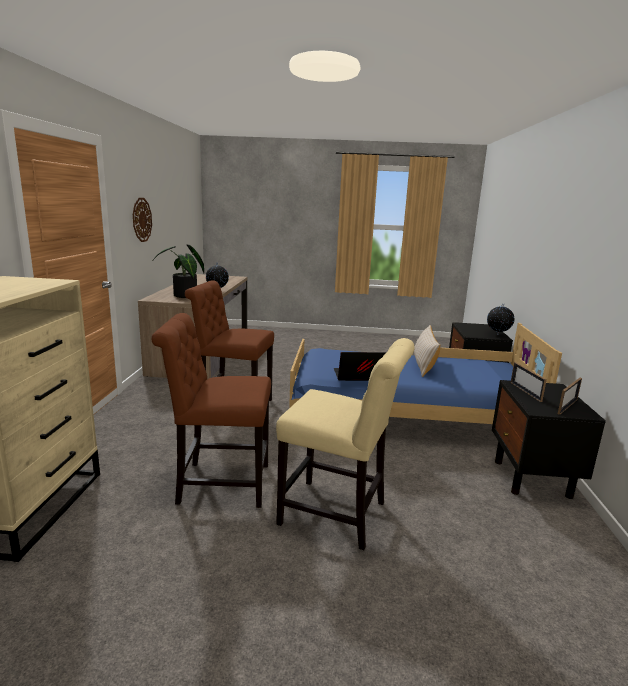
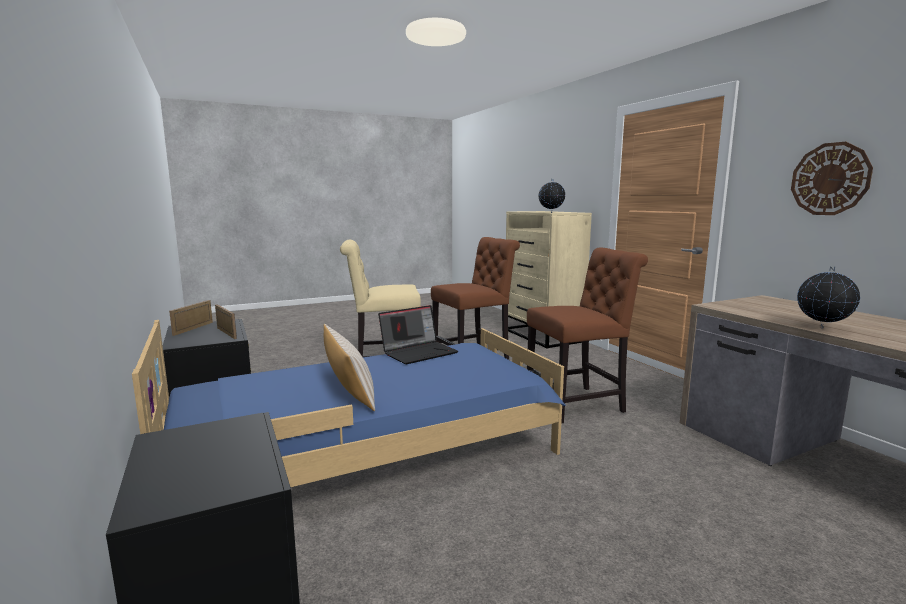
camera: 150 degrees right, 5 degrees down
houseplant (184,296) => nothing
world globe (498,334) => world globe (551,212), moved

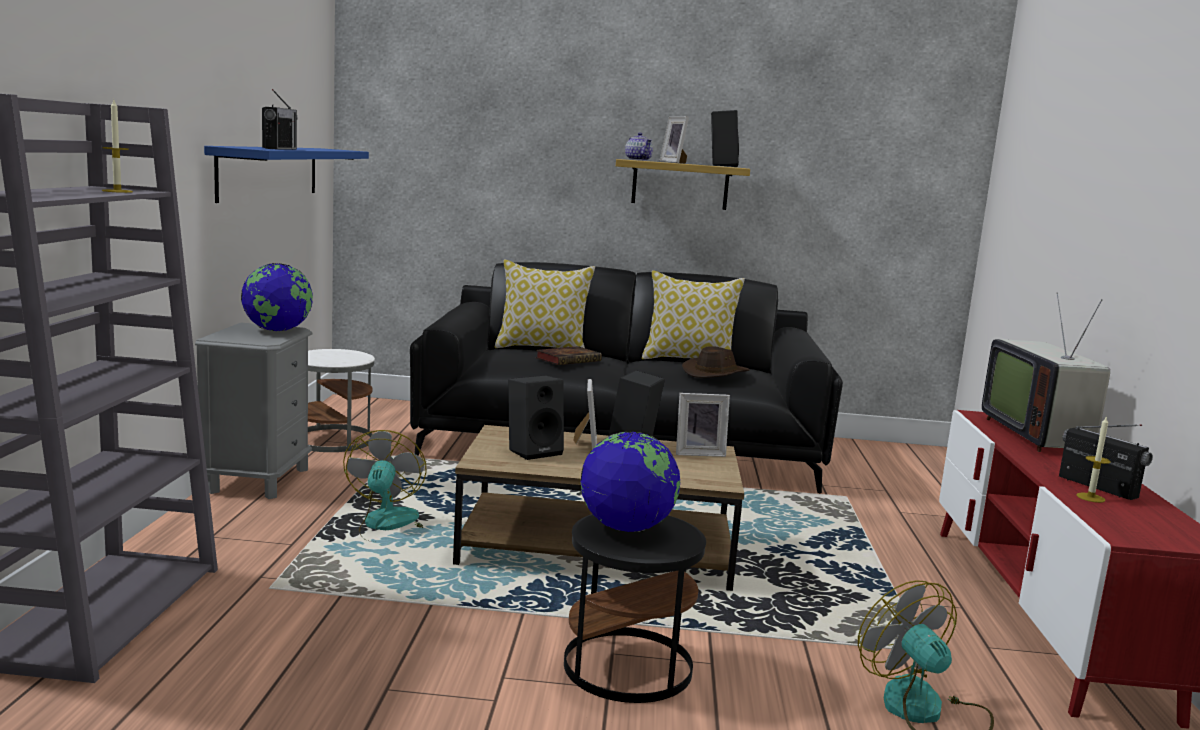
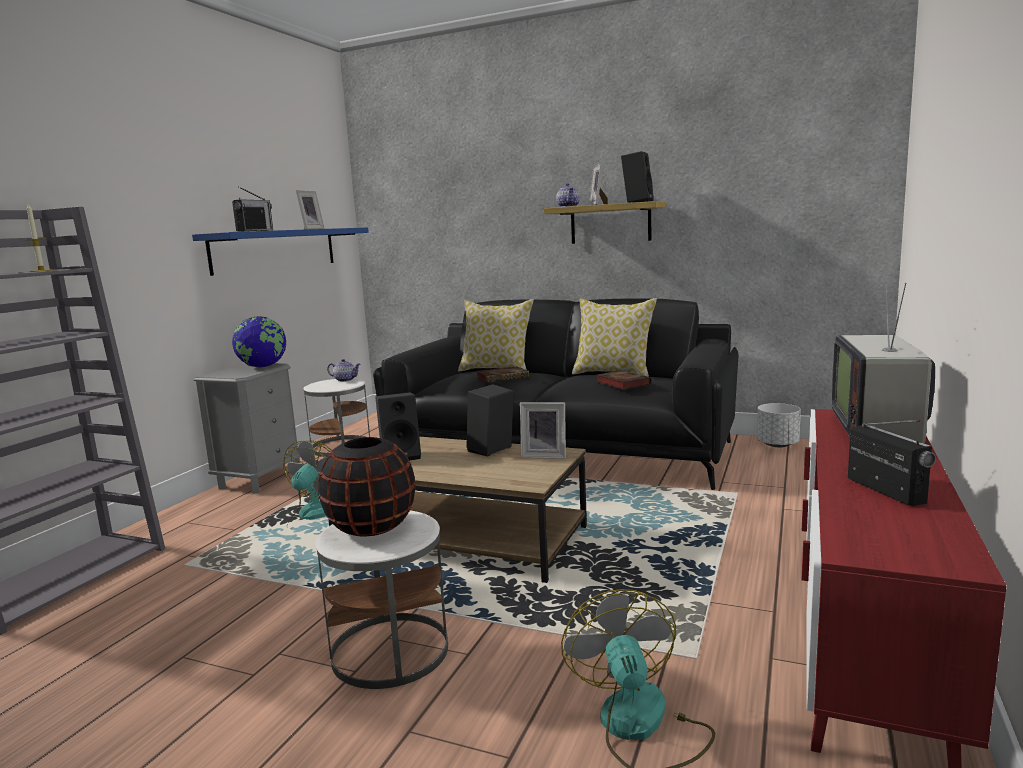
camera: 20 degrees right, 0 degrees up
wax candle (1090,497) => nothing
nothing => tea pot (345,380)
nothing => whitish flower pot (778,444)
picture frame (584,444) => picture frame (310,229), moved
world globe (626,528) => blackish flower vase (371,527)
brown-coloured hat (716,373) => book (621,383)
blackish side table (628,666) => whitish side table (391,651)

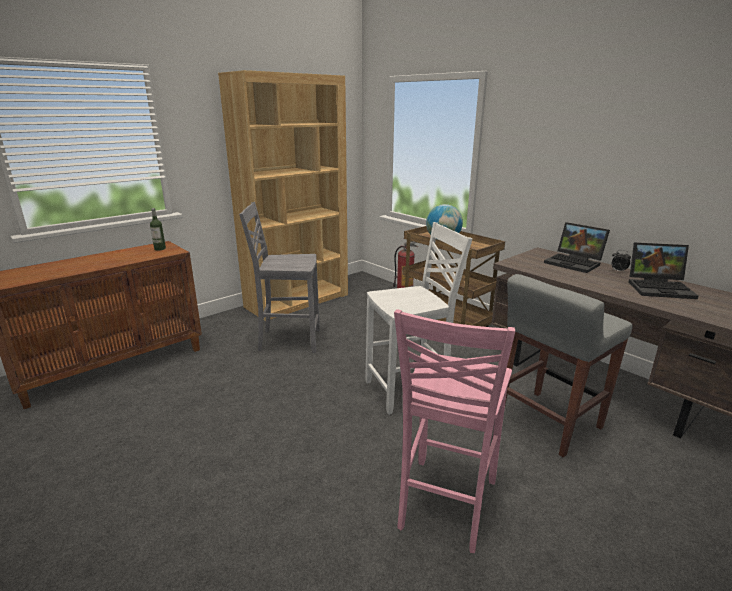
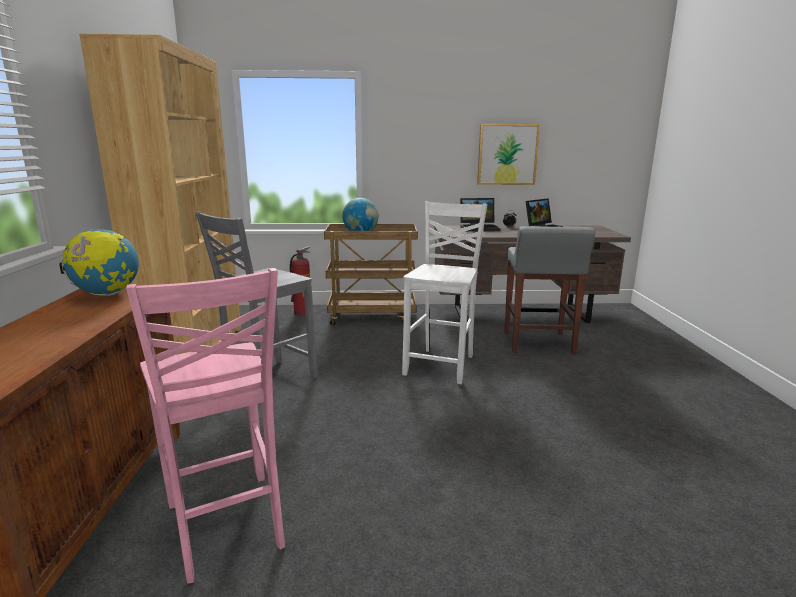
camera: 50 degrees left, 5 degrees down
nothing => wall picture (507,154)
pink chair (444,504) => pink chair (226,527), moved
beverage bottle (160,249) => world globe (107,294)

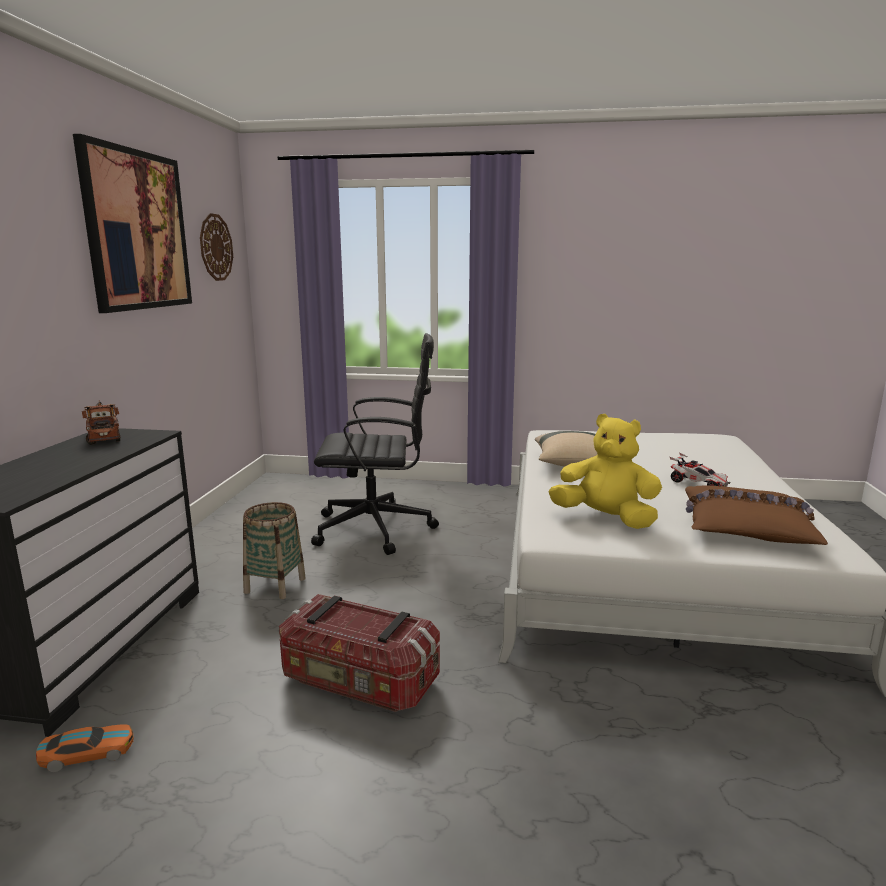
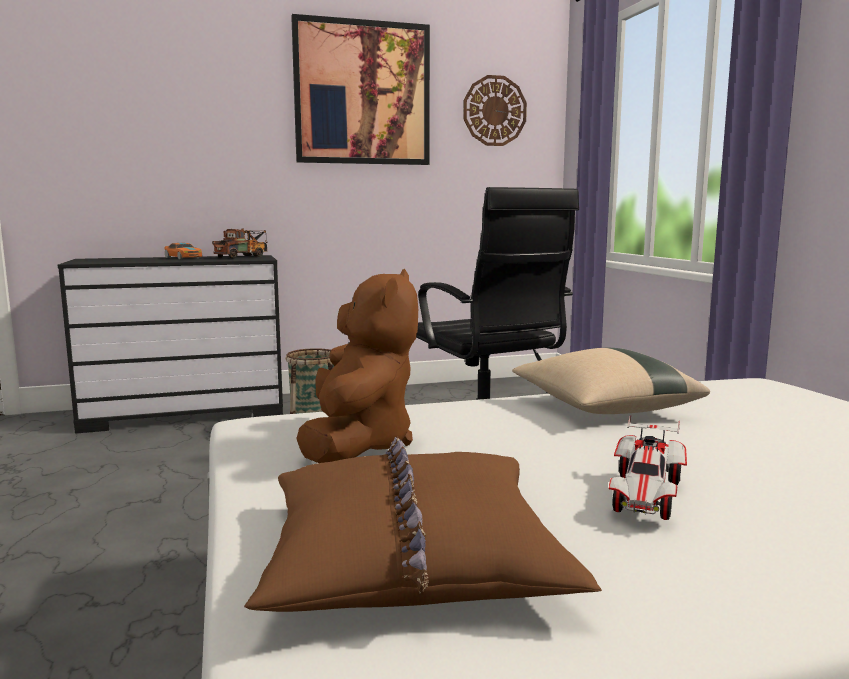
camera: 65 degrees right, 5 degrees down
storage bin (358,682) => nothing
model car (88,753) => model car (183,258), moved
yellow plush toy (605,518) => brown-coloured plush toy (357,445)

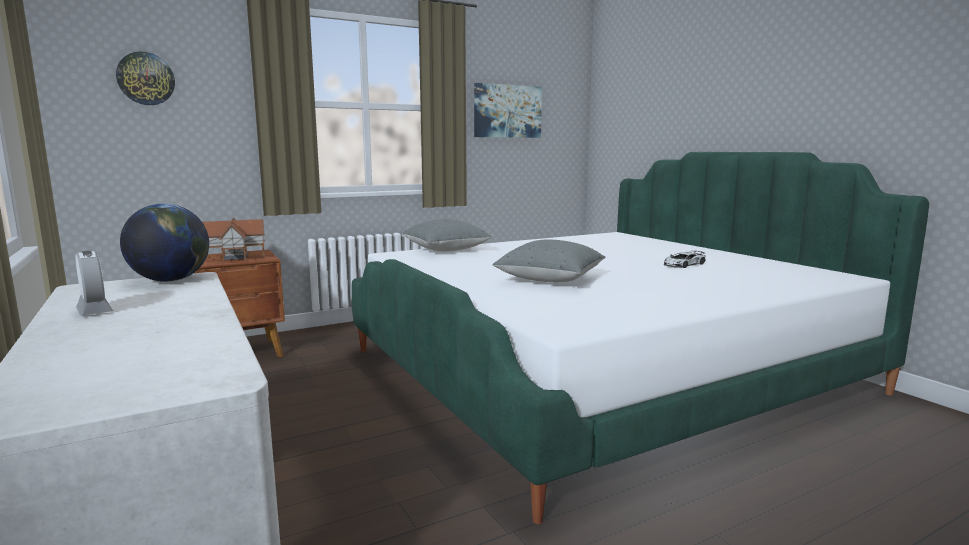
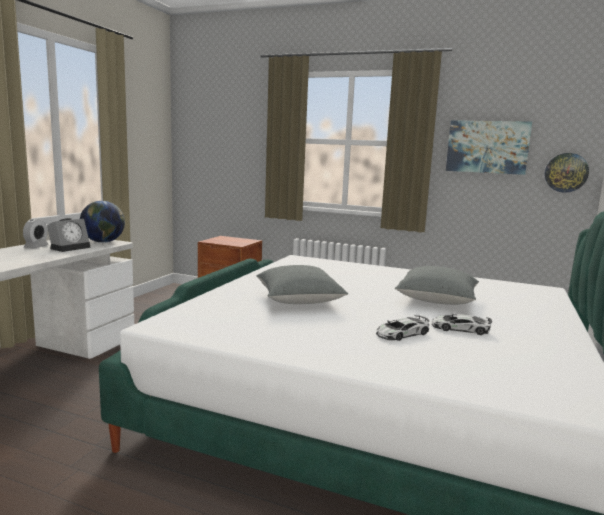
camera: 50 degrees right, 0 degrees up
toy house (236,257) => nothing
nothing => bedside clock (70,247)
nothing => model car (402,334)
wall clock (146,79) => wall clock (566,172), moved
greyish pillow (446,250) => greyish pillow (436,300), moved

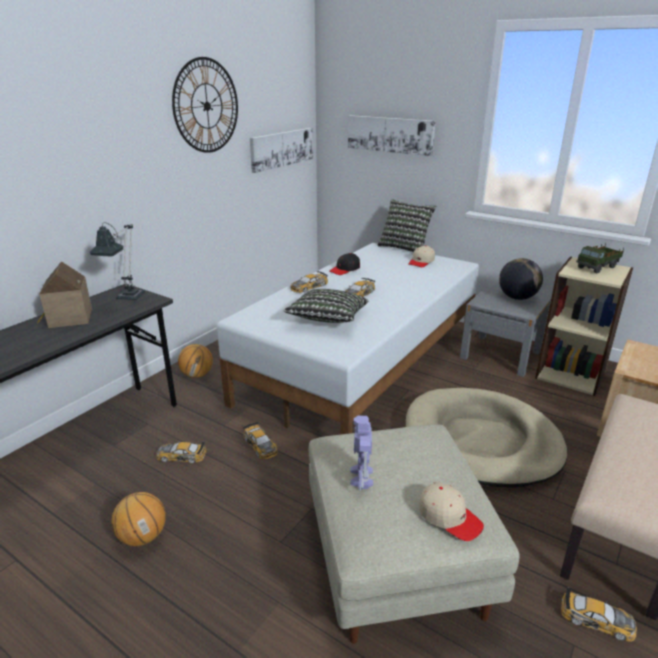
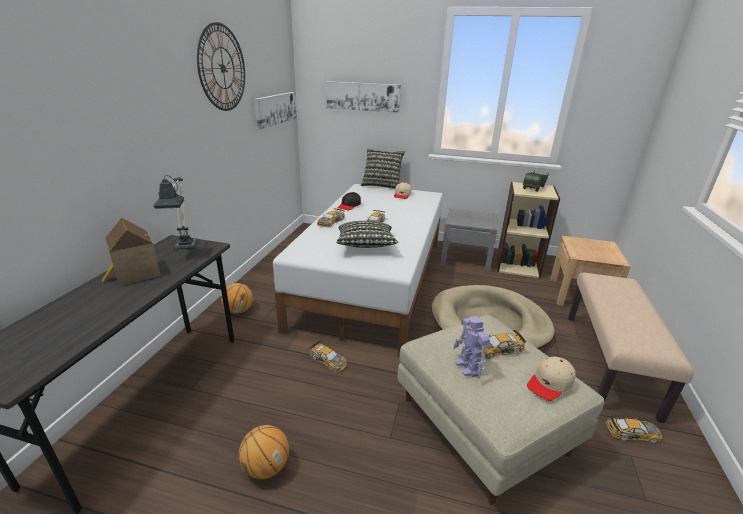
camera: 20 degrees left, 0 degrees up
world globe (517,298) => nothing
model car (181,456) => model car (496,349), moved
beige-coloured baseball cap (449,517) => beige-coloured baseball cap (550,383), 120 degrees clockwise

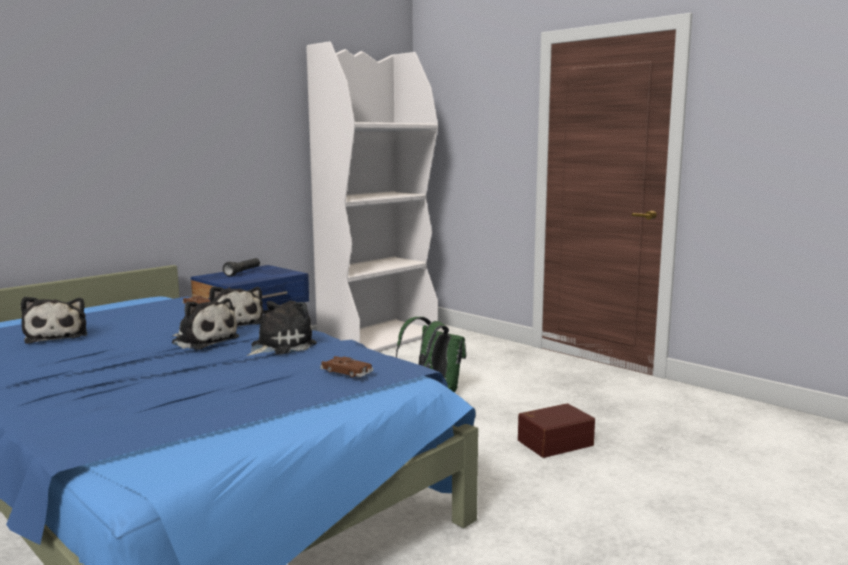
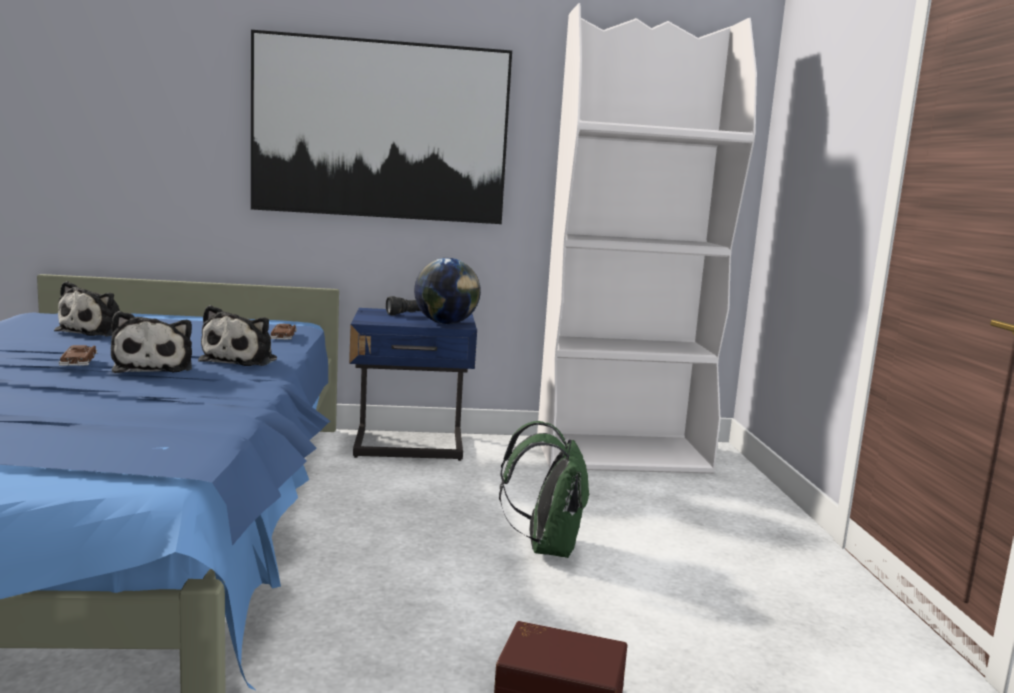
camera: 40 degrees right, 0 degrees up
plush toy (279,346) => nothing
nothing => wall picture (381,130)
nothing => world globe (445,323)
brown-coloured model car (346,371) => brown-coloured model car (78,361), moved

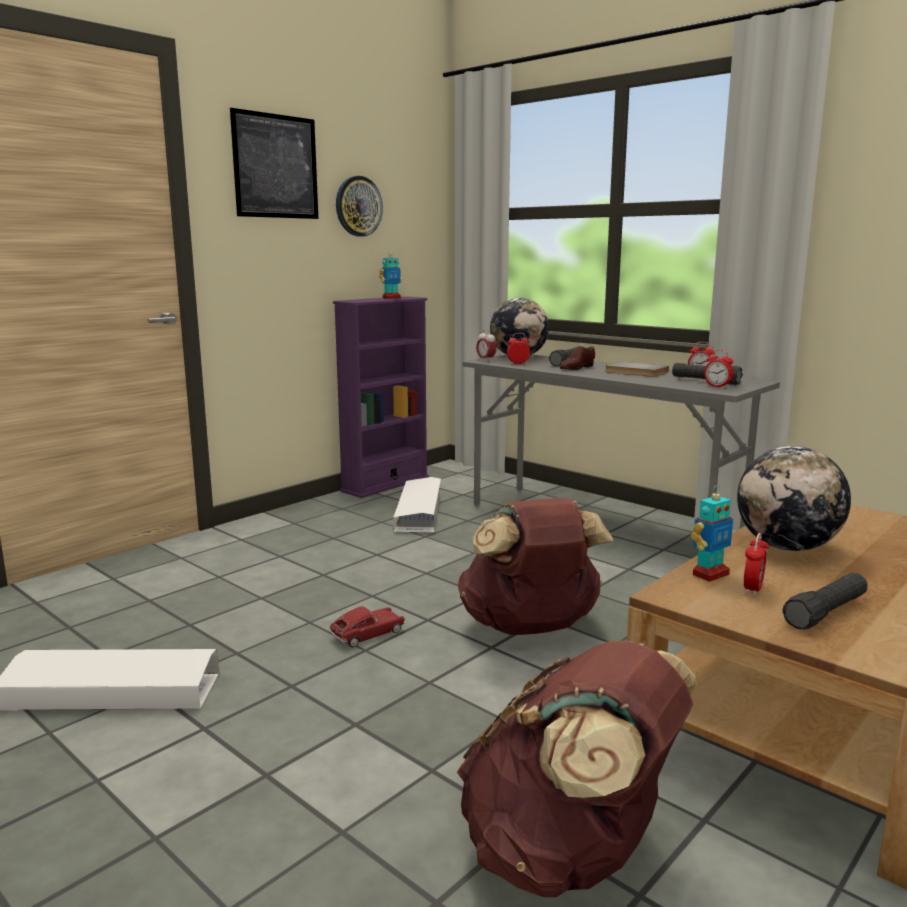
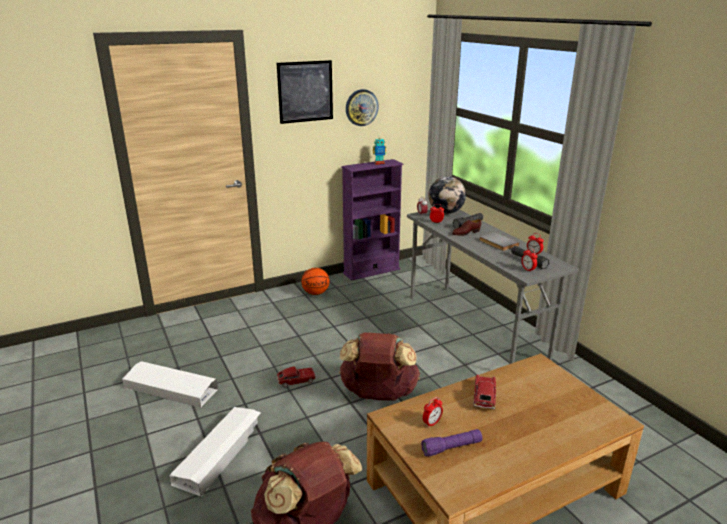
camera: 20 degrees right, 10 degrees up
toy robot (710,574) => nothing
nothing => ball for basketball (316,293)
whitish storage bin (419,512) => whitish storage bin (220,453), moved
world globe (787,547) => model car (484,396)
blackish hand torch (826,613) => purple hand torch (451,448)

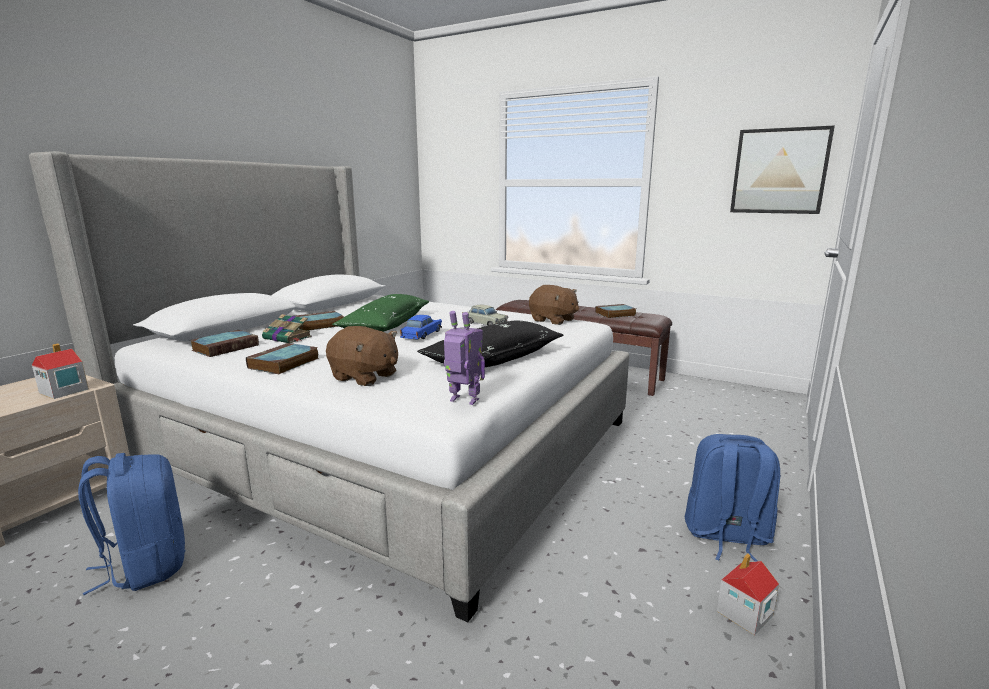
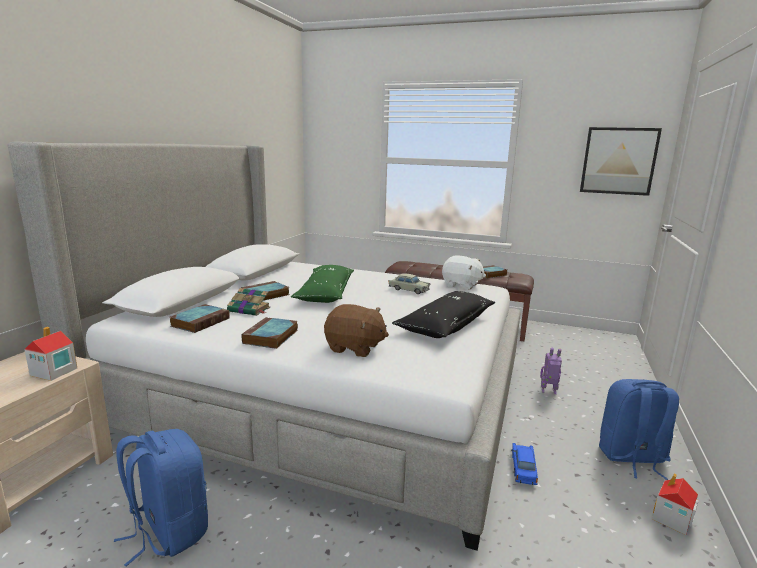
camera: 10 degrees left, 0 degrees up
blue model car (421,335) => blue model car (523,469), moved
toy robot (463,400) => toy robot (549,391), moved
brown-coloured plush toy (553,320) => whitish plush toy (461,285)

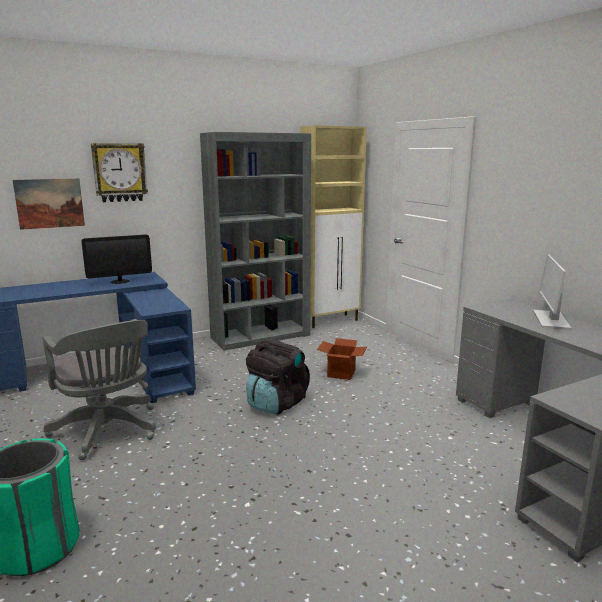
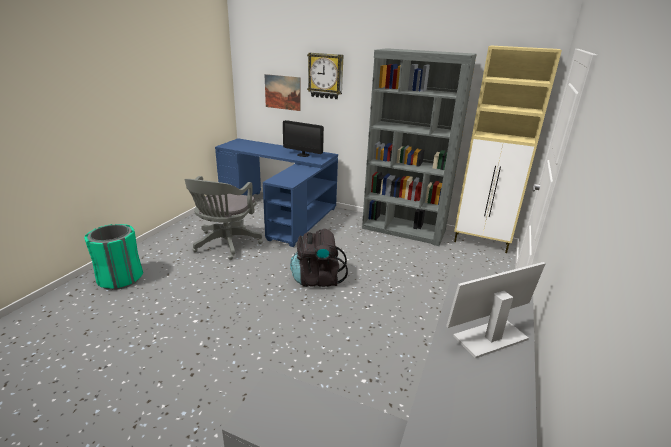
camera: 50 degrees right, 10 degrees up
packing box (341,373) => nothing

